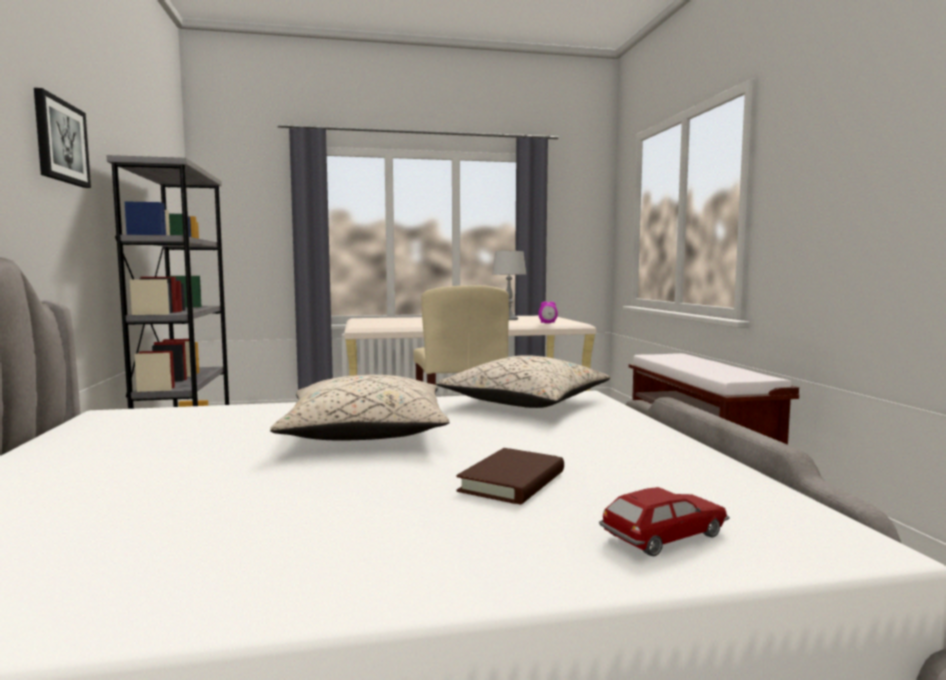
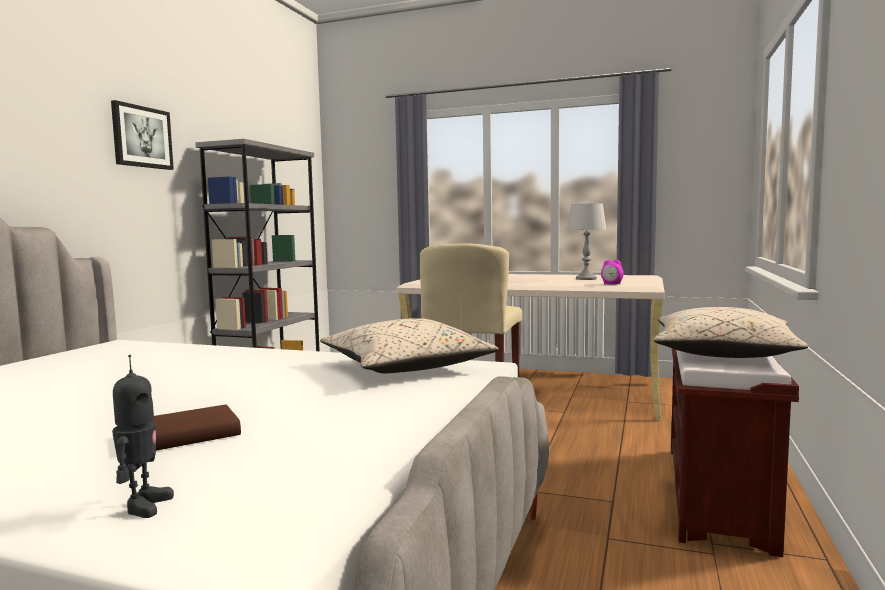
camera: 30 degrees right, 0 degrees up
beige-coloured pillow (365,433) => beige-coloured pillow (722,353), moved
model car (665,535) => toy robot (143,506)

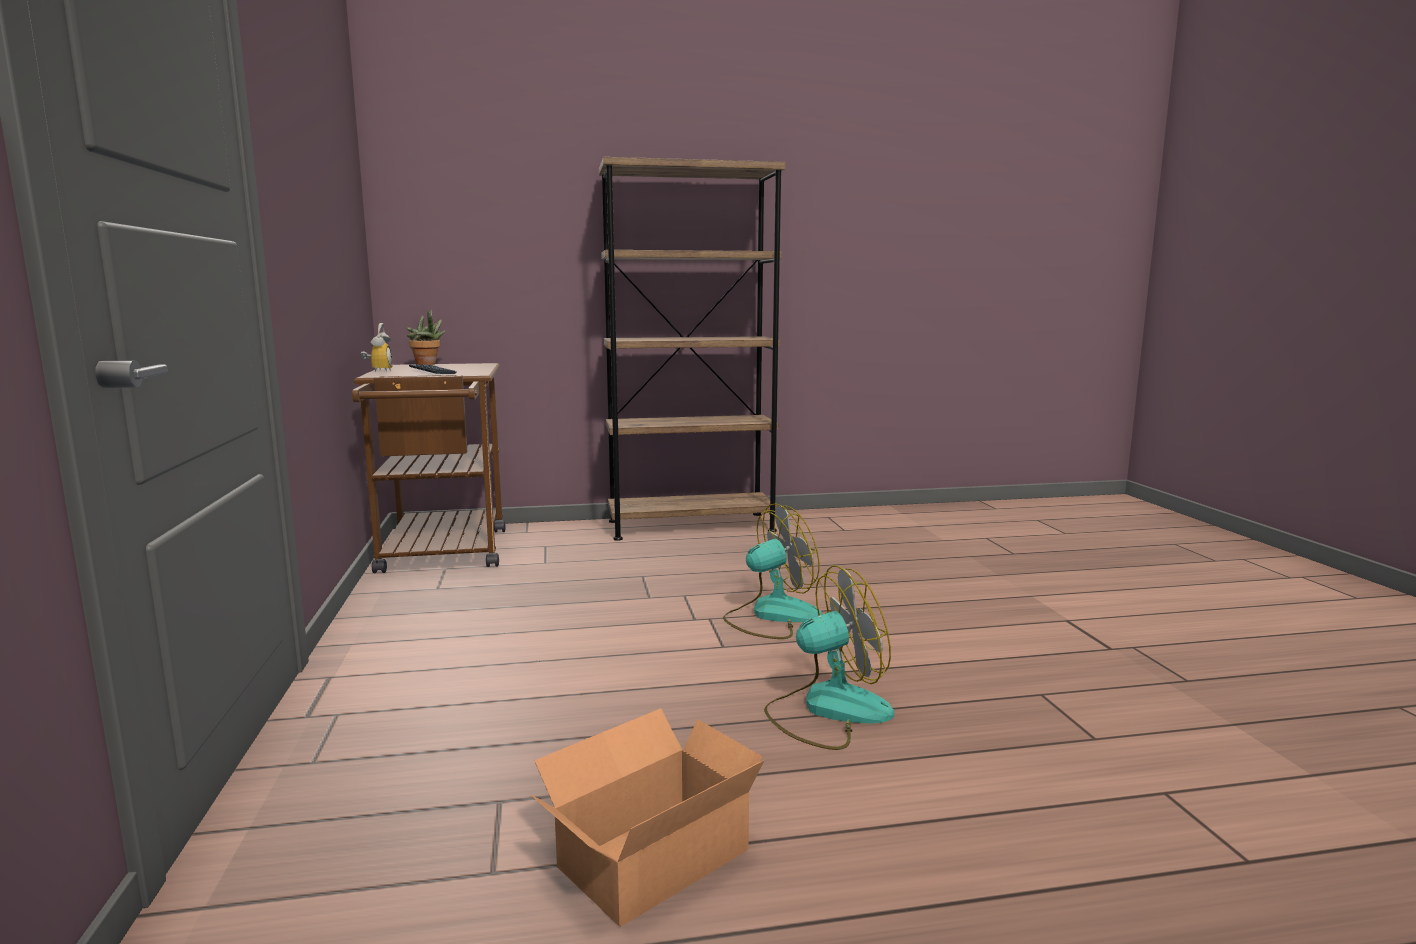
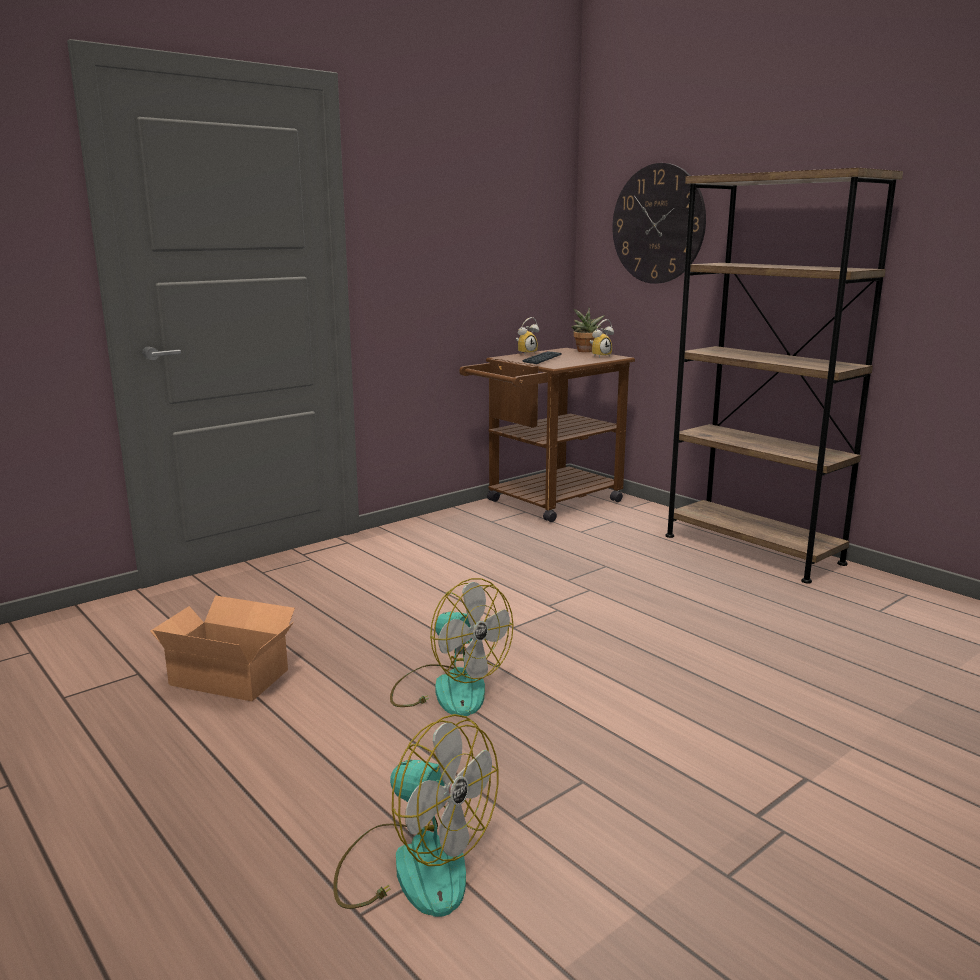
camera: 60 degrees right, 5 degrees up
nothing => bedside clock (599,356)
nothing => wall clock (658,224)
electric fan (771,616) => electric fan (413,866), moved

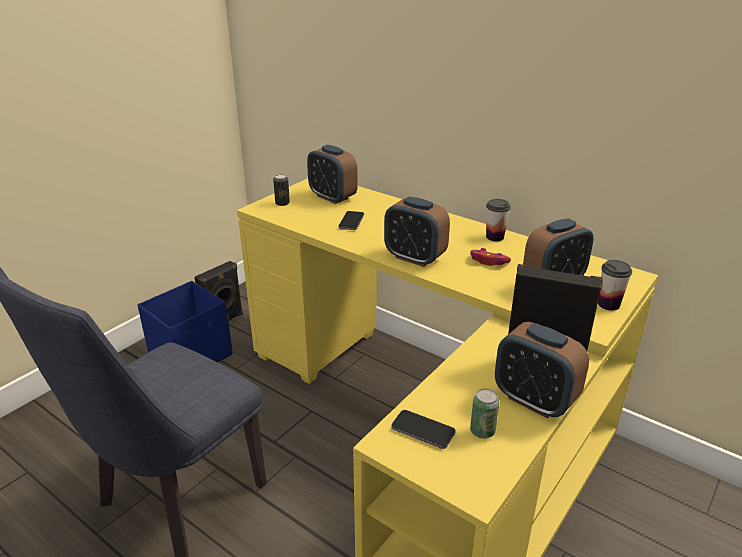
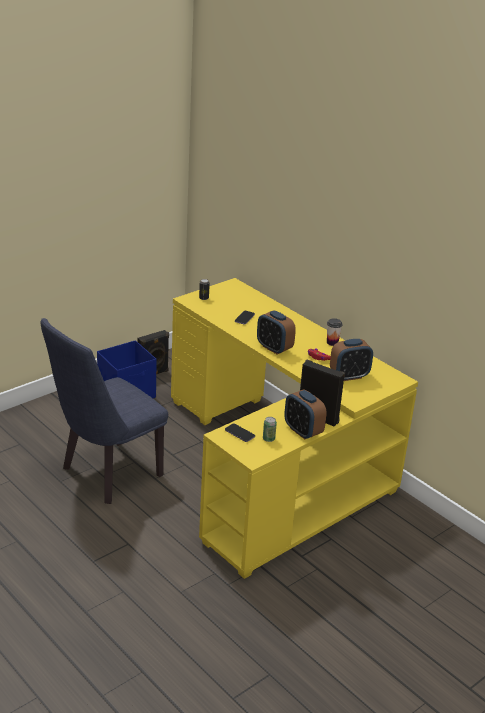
camera: 10 degrees right, 0 degrees up
bedside clock (332,197) => nothing
cup (608,304) => nothing

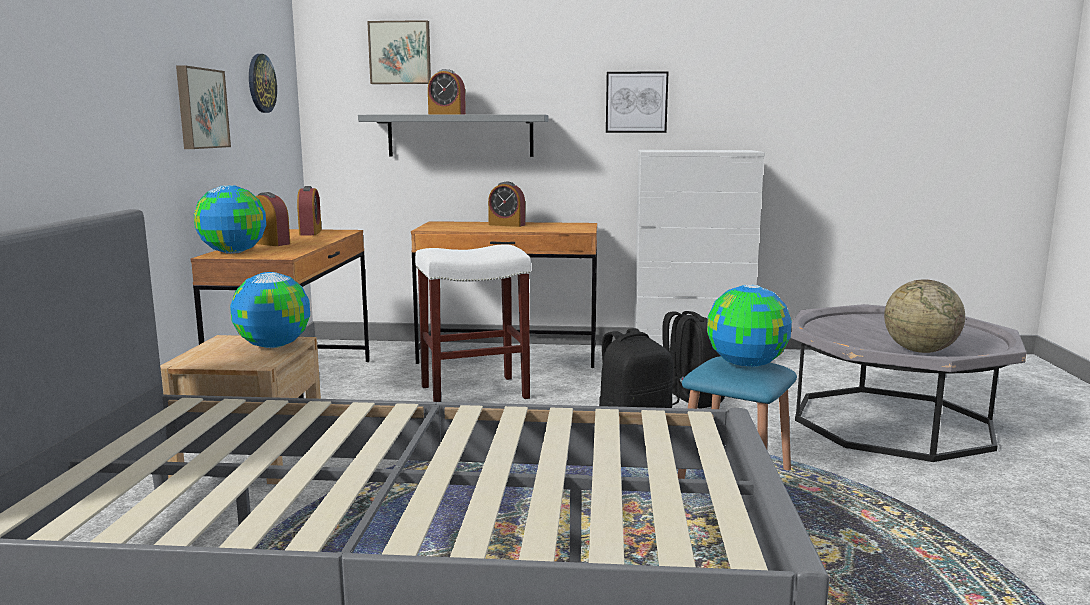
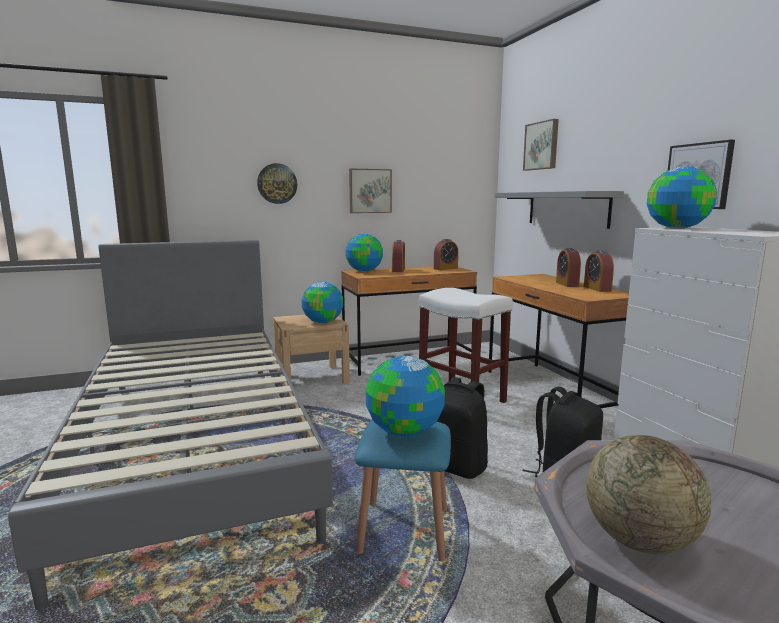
camera: 65 degrees right, 0 degrees up
nothing => world globe (677,228)
wall clock (261,83) => wall clock (277,183), moved
bedside clock (447,114) => bedside clock (597,289), moved

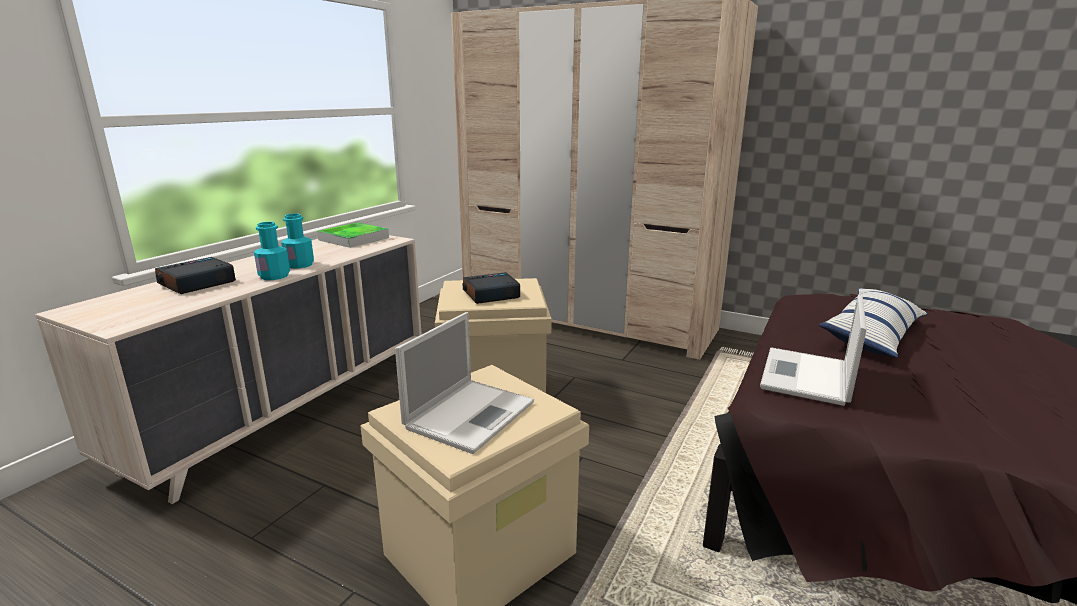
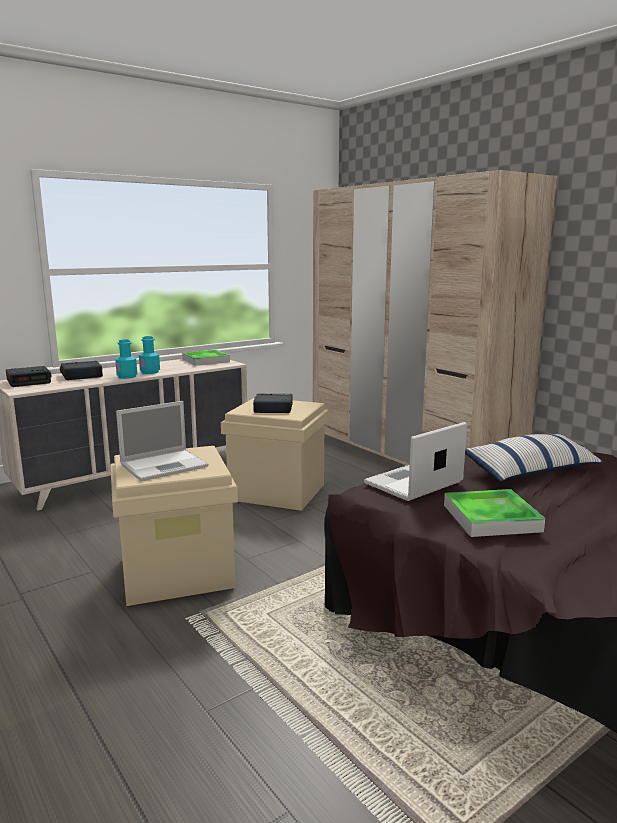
camera: 25 degrees right, 5 degrees down
nothing => bedside clock (29,381)
nothing => serving tray (491,518)

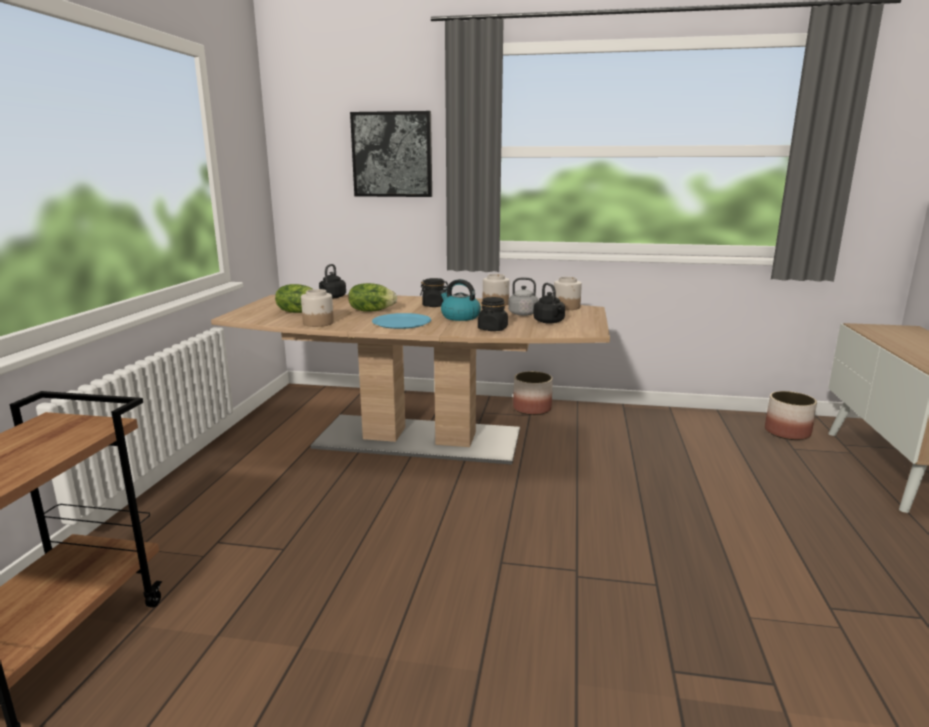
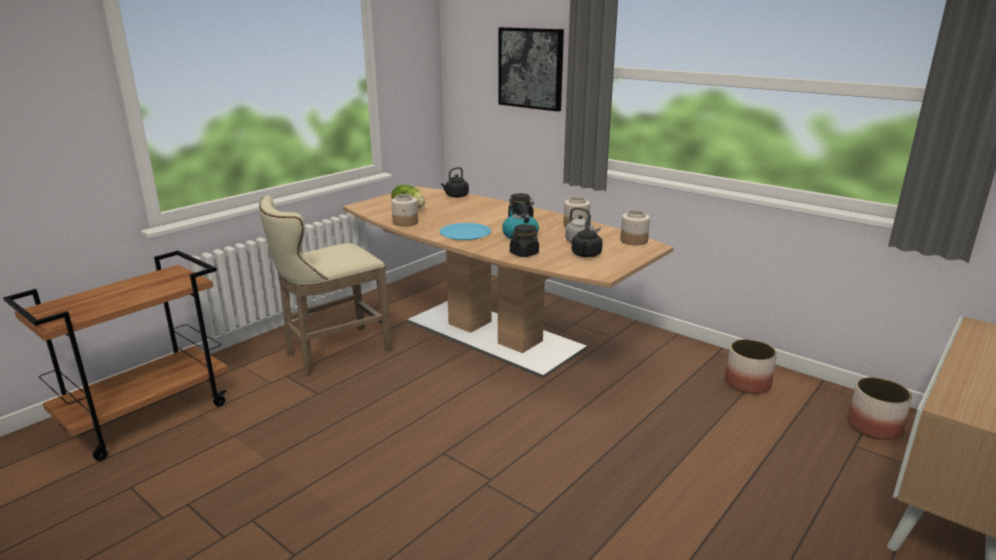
camera: 30 degrees right, 5 degrees up
lettuce (371,311) => nothing
nothing => beige-coloured sitting stool (332,352)
flower pot (531,409) => flower pot (747,383), moved

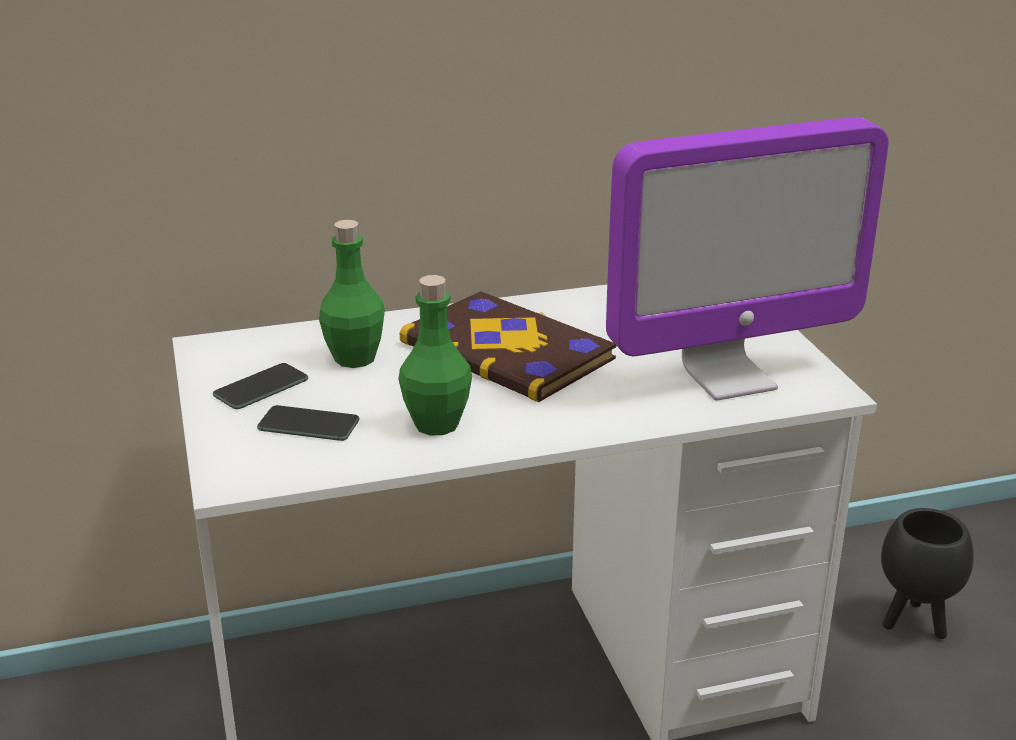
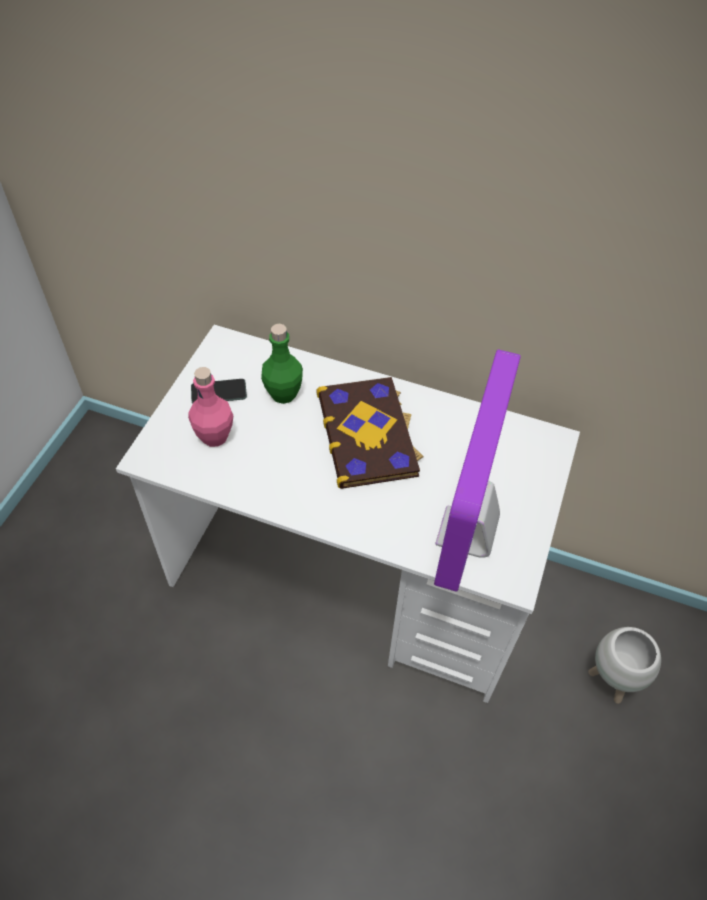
camera: 35 degrees right, 25 degrees up
greenish beverage bottle (436,424) => nothing
phone (308,425) => pink beverage bottle (214,436)
blackish flower pot (913,623) => whitish flower pot (610,680)
computer display (728,378) => computer display (466,533), 90 degrees clockwise

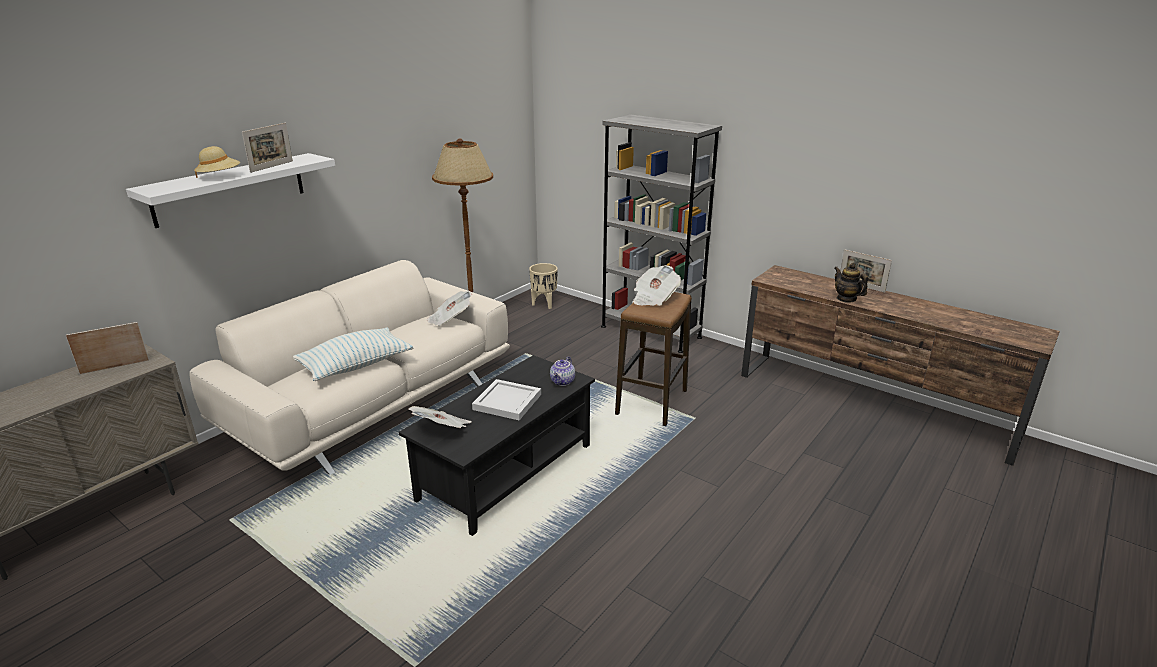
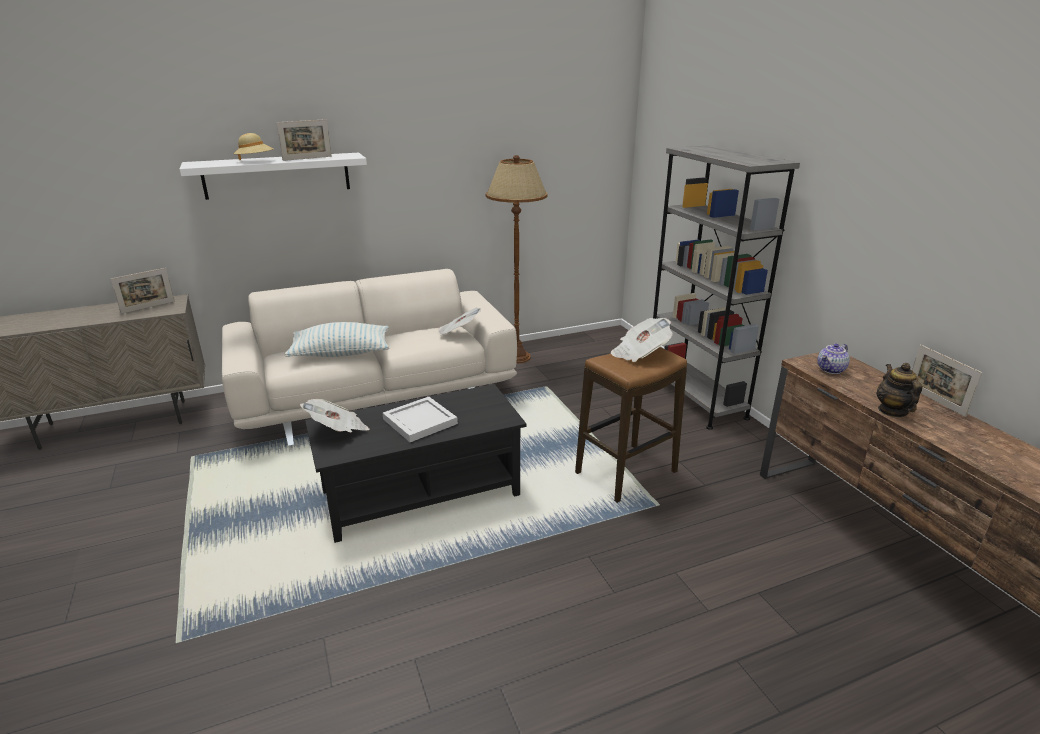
camera: 30 degrees right, 0 degrees up
beige-coloured flower pot (544,304) => nothing
tea pot (563,382) => tea pot (831,370), moved
picture frame (115,367) => picture frame (148,307), 135 degrees clockwise

